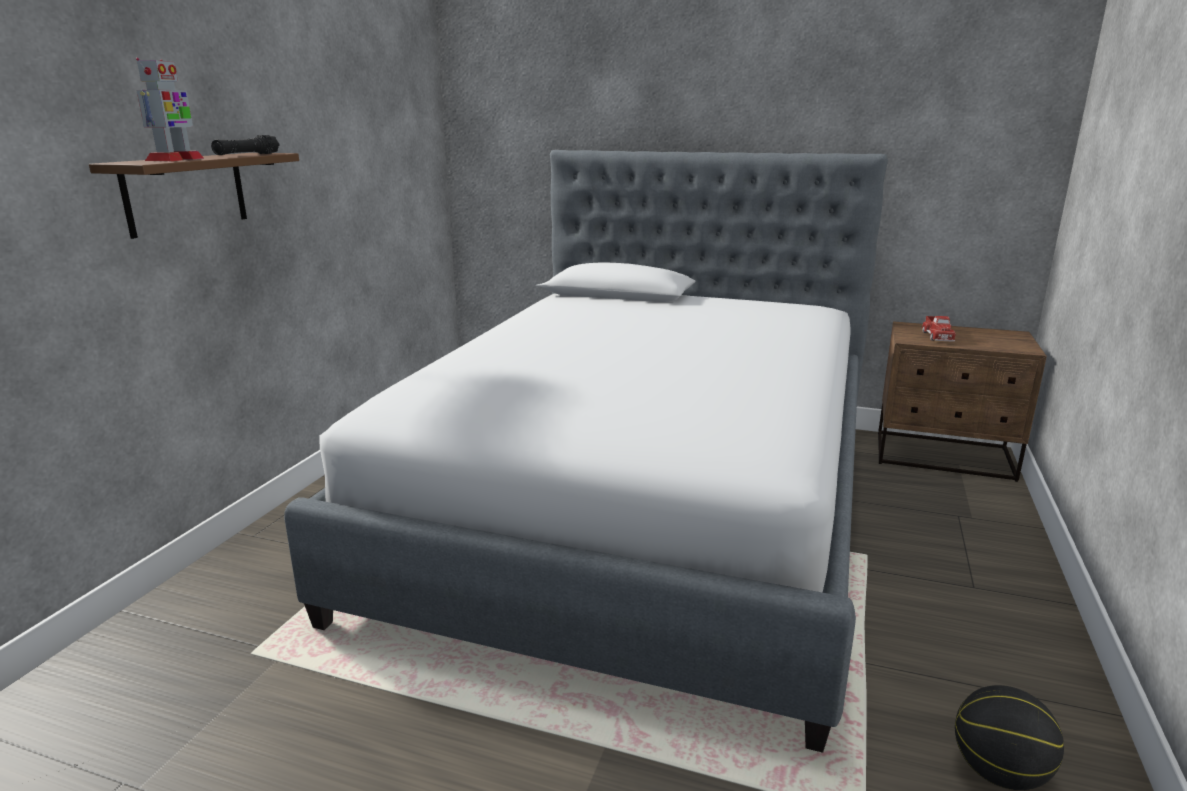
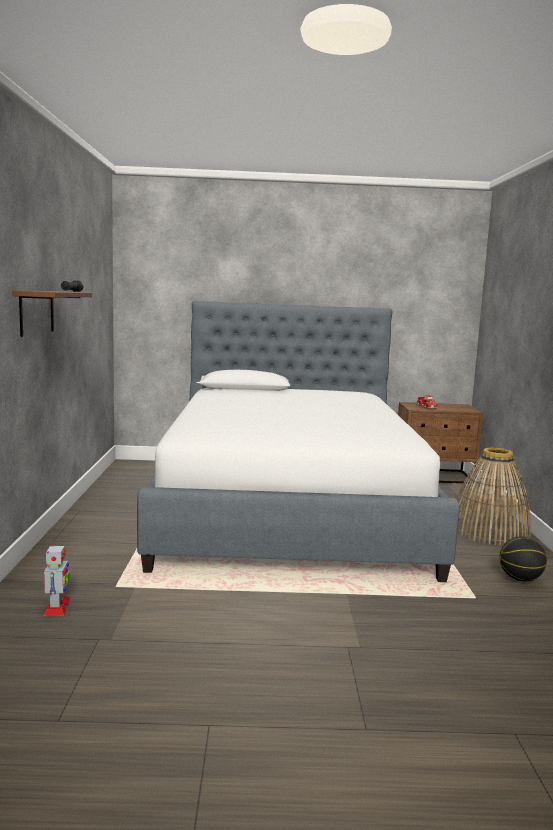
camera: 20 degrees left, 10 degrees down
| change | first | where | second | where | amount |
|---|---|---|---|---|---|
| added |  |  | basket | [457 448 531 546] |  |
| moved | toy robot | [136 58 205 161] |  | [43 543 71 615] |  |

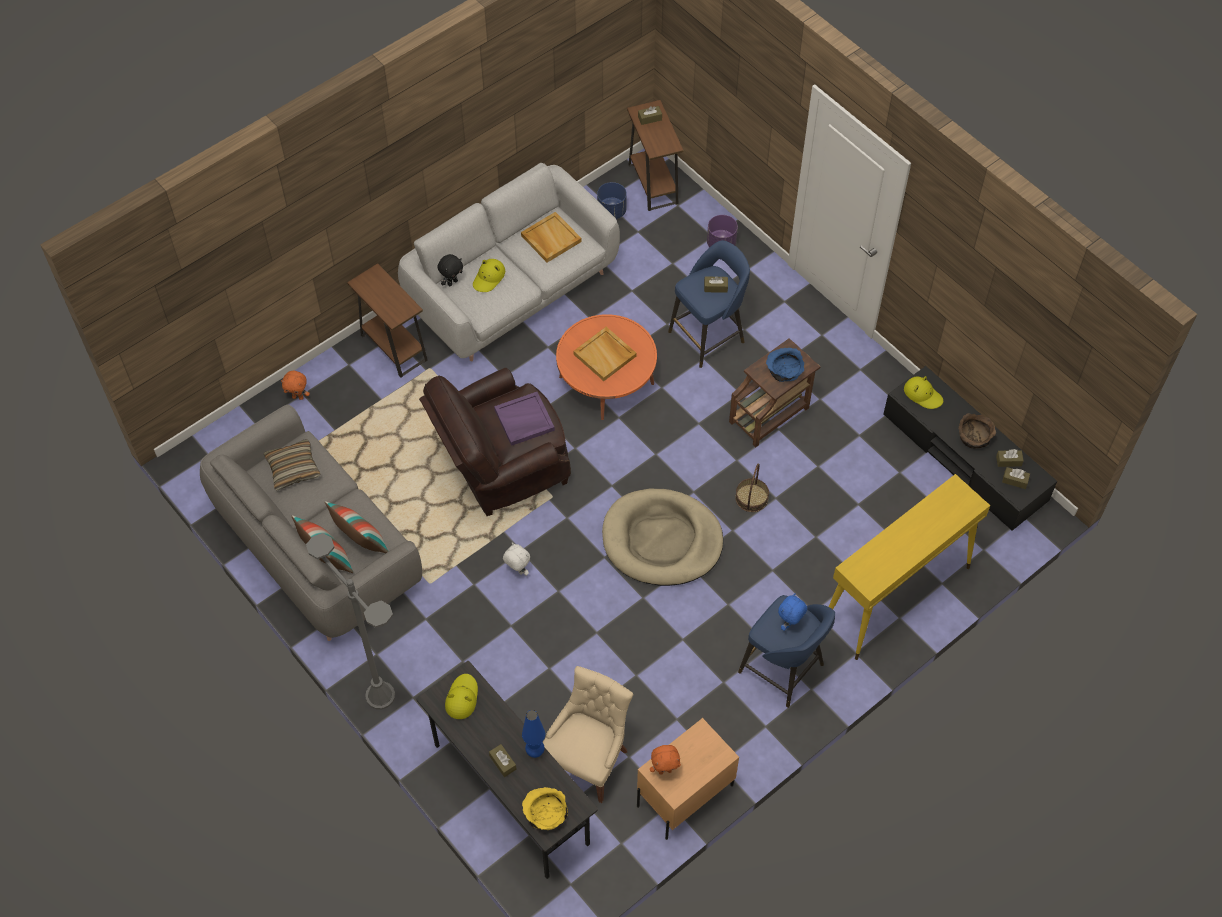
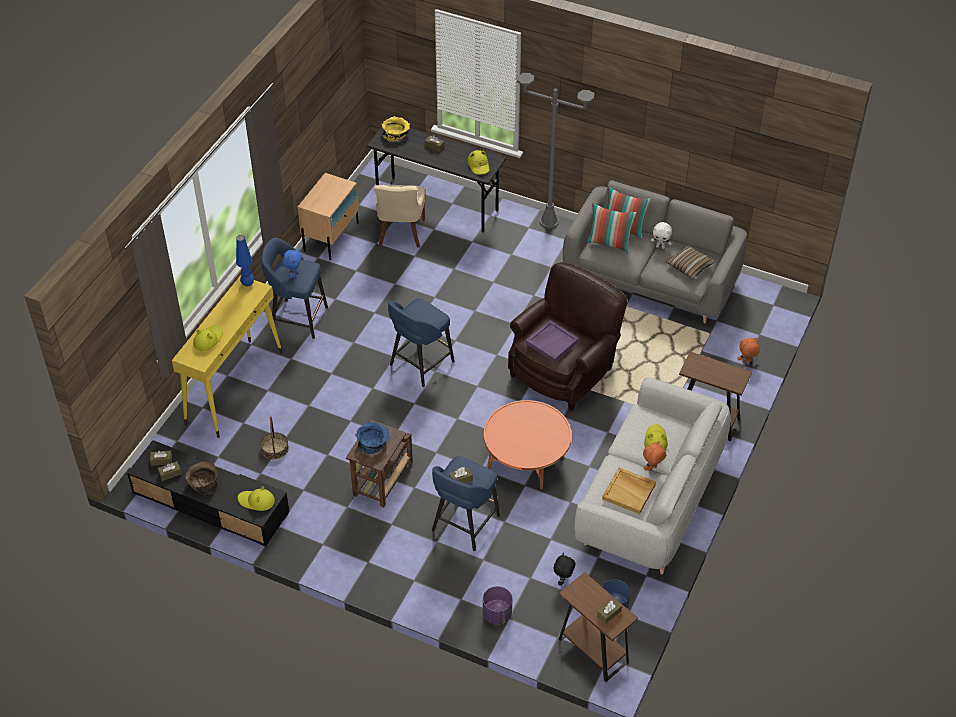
camera: 155 degrees right, 10 degrees down
| change | first | where | second | where | amount |
|---|---|---|---|---|---|
| removed | tray (beige) | [574 327 637 381] |  |  |  |
| added |  |  | hat (yellow) | [193 325 223 351] |  |
| moved | plush toy (black) | [438 254 463 286] |  | [554 553 576 586] |  |
| moved | plush toy (white) | [503 543 530 576] |  | [651 222 672 249] |  |
| moved | table lamp (blue) | [522 710 545 758] |  | [236 235 254 286] |  |
| moved | plush toy (orange) | [650 745 681 775] |  | [643 441 666 471] |  |
| moved | basket | [735 463 769 512] |  | [260 416 289 460] |  |
| replaced | dog bed (beige) | [602 489 723 586] | stool (blue) | [388 298 454 387] |  |

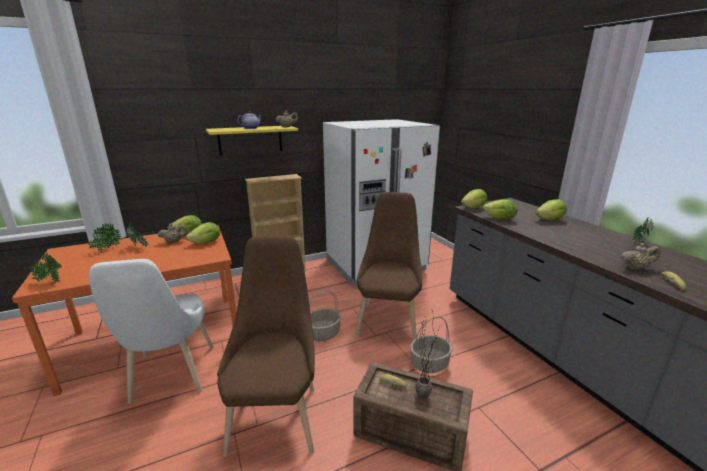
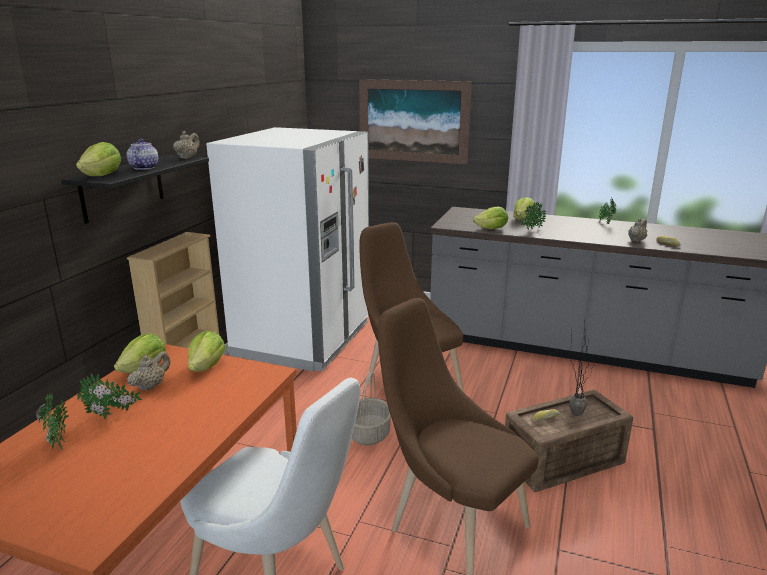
camera: 45 degrees left, 0 degrees up
| change | first | where | second | where | amount |
|---|---|---|---|---|---|
| removed | basket | [410 316 452 373] |  |  |  |
| added |  |  | picture | [359 79 472 164] |  |
| moved | potted plant | [28 252 62 283] |  | [521 201 547 232] |  |
| moved | lettuce | [461 189 487 208] |  | [76 142 121 176] |  |
| recoloured | shelf (yellow) | [206 126 298 155] | shelf (black) | [61 155 209 224] |  |

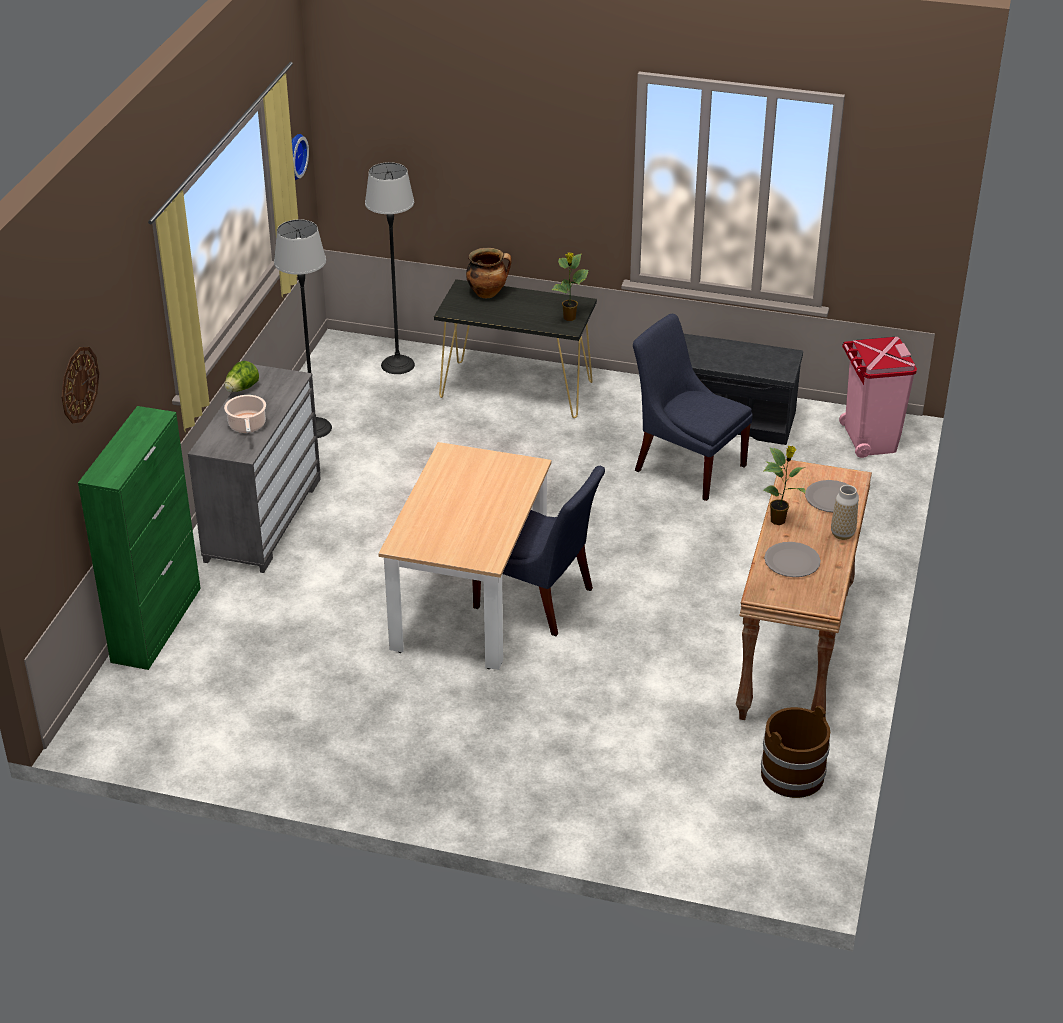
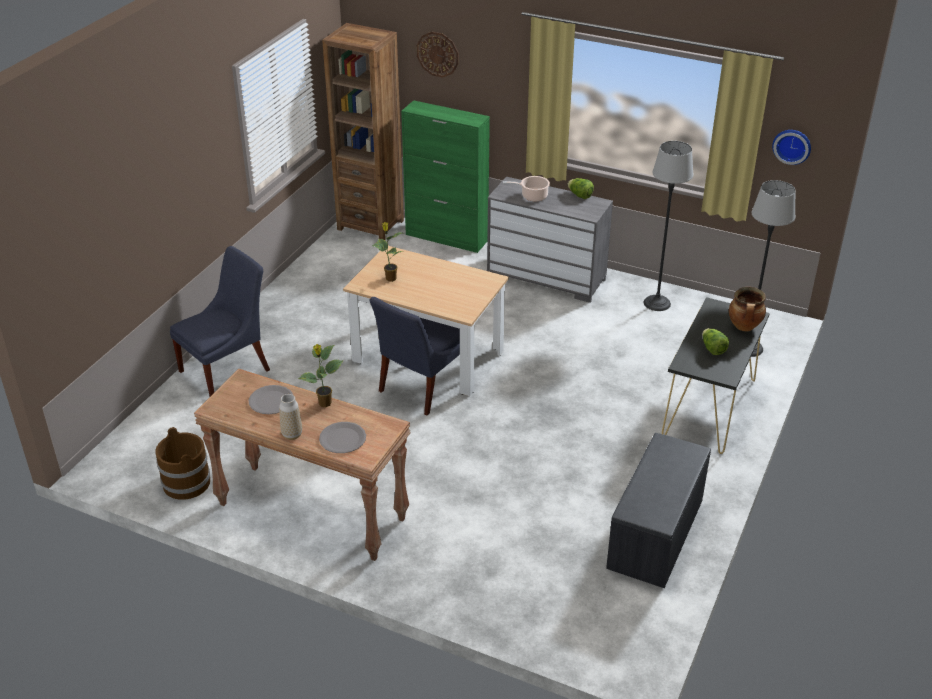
camera: 100 degrees right, 0 degrees up
| change | first | where | second | where | amount |
|---|---|---|---|---|---|
| removed | trash can (pink) | [839 337 917 458] |  |  |  |
| added |  |  | bookcase (brown) | [322 23 404 240] |  |
| added |  |  | lettuce | [702 328 729 355] |  |
| moved | potted plant | [552 253 588 321] |  | [372 222 406 282] |  |
| moved | chair (blue) | [633 313 753 501] |  | [170 246 270 397] |  |

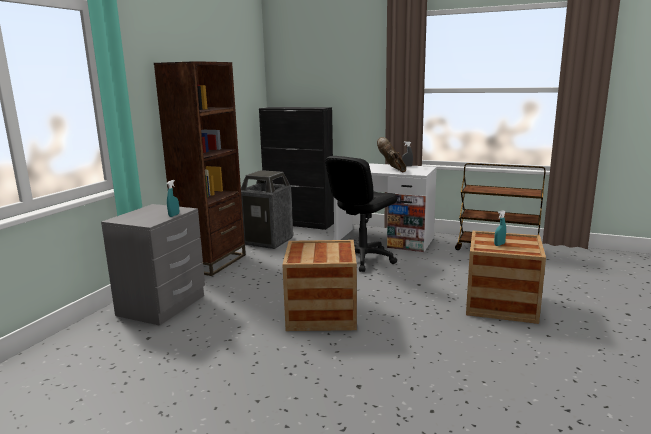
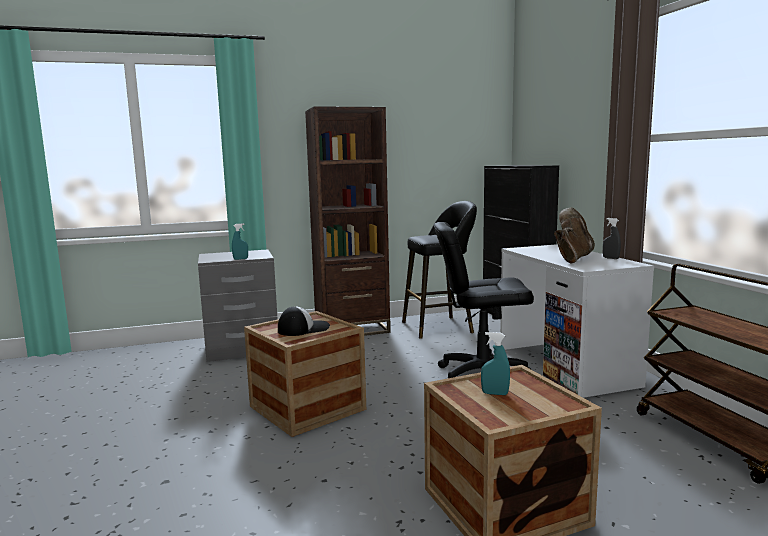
camera: 50 degrees right, 5 degrees down
| change | first | where | second | where | amount |
|---|---|---|---|---|---|
| added |  |  | cap | [278 306 330 336] |  |
| replaced | trash can | [241 170 293 249] | stool (black) | [402 201 477 339] |  |

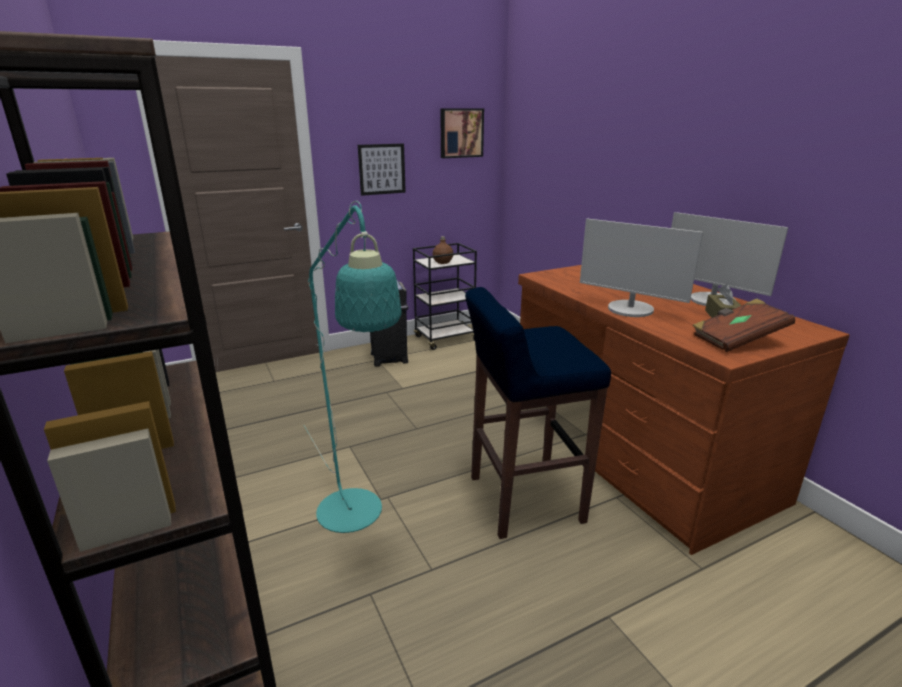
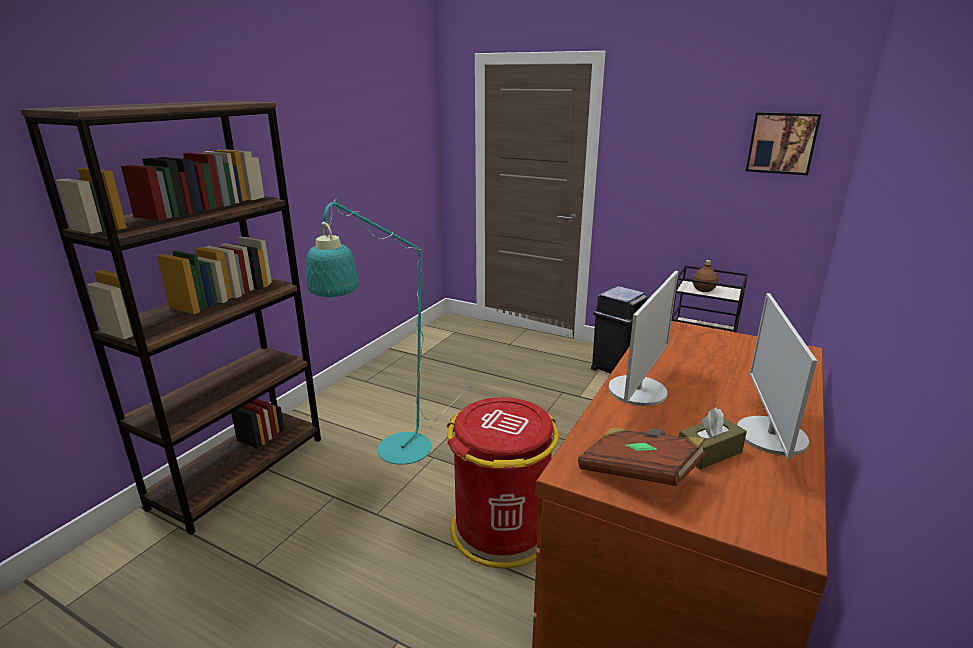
camera: 55 degrees right, 0 degrees up
| change | first | where | second | where | amount |
|---|---|---|---|---|---|
| removed | picture | [358 144 406 196] |  |  |  |
| replaced | stool (blue) | [465 287 611 539] | trash can (red) | [447 397 559 568] |  |
| turned | monitor | [580 219 703 317] |  | [608 271 678 406] | 150 degrees counterclockwise |

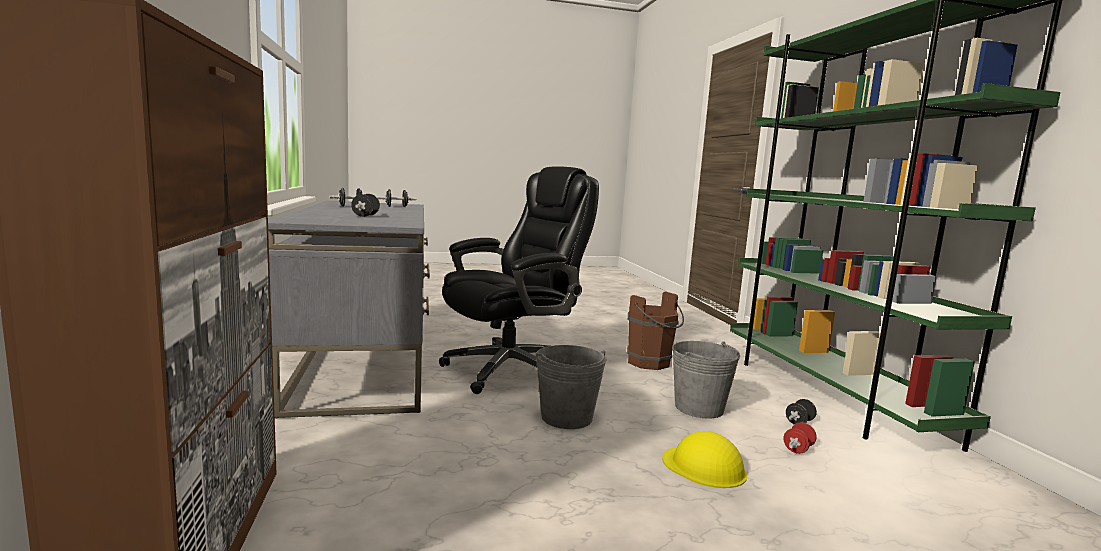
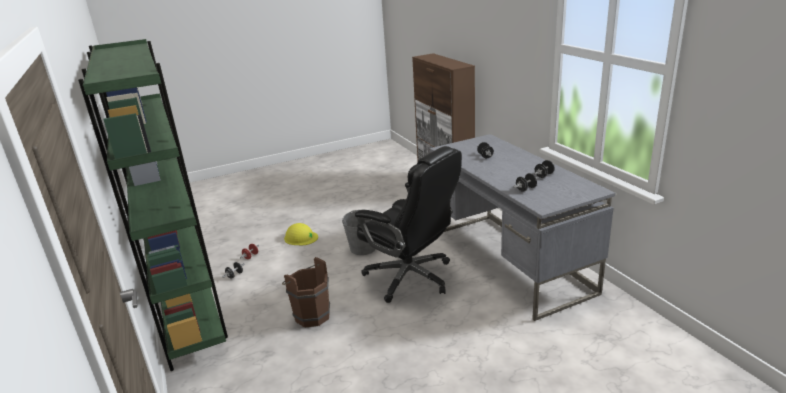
camera: 170 degrees right, 15 degrees up
| change | first | where | second | where | amount |
|---|---|---|---|---|---|
| removed | bucket (grey) | [672 341 740 419] |  |  |  |
| turned | office chair (black) | [439 166 599 394] |  | [355 146 462 303] | 90 degrees counterclockwise |

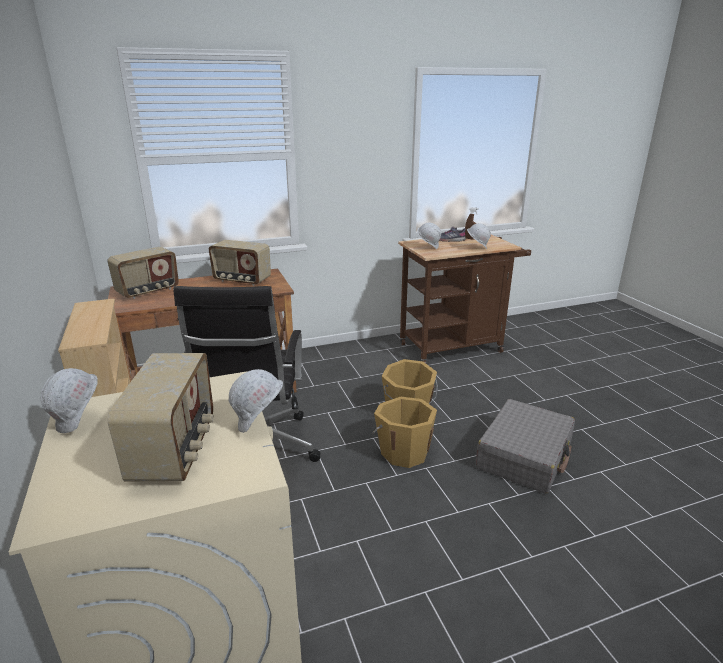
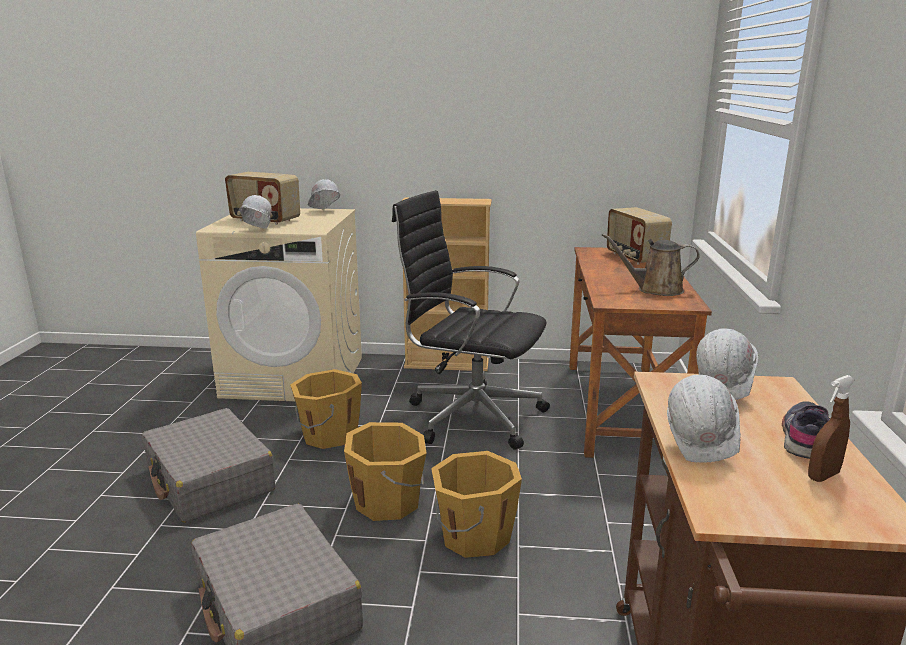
camera: 115 degrees right, 5 degrees down
| change | first | where | second | where | amount |
|---|---|---|---|---|---|
| added |  |  | suitcase (grey) | [142 408 275 523] |  |
| added |  |  | bucket (orange) | [290 369 362 449] |  |
| replaced | radio | [209 240 271 286] | watering can (brown) | [602 233 700 296] |  |

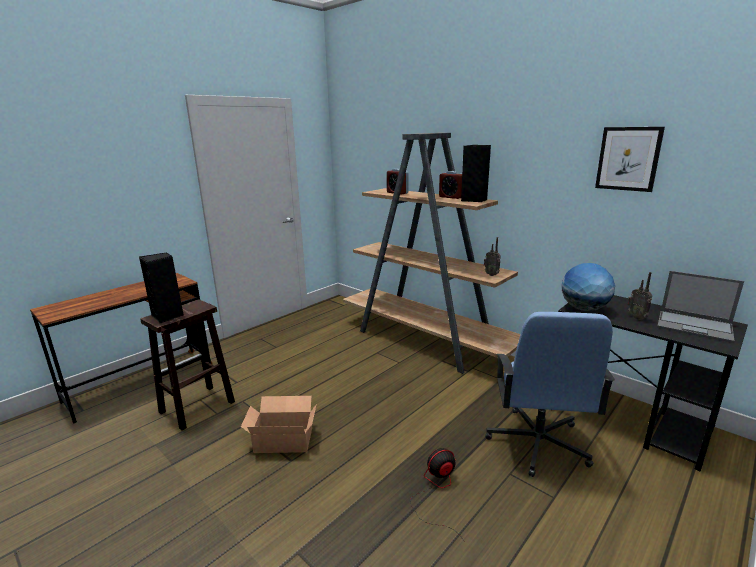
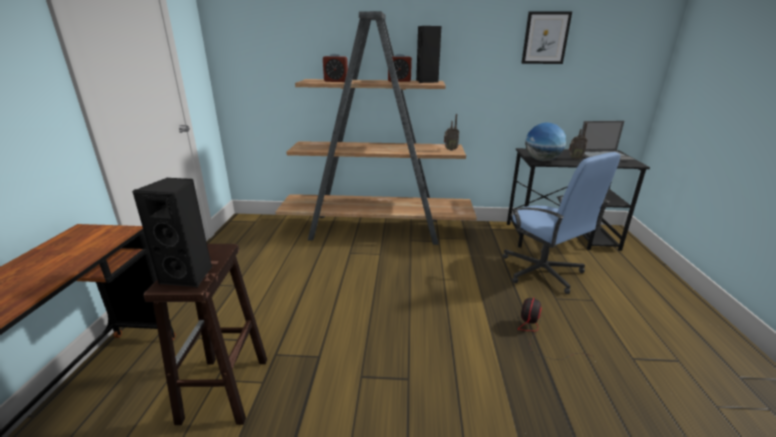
camera: 40 degrees left, 5 degrees up
| change | first | where | second | where | amount |
|---|---|---|---|---|---|
| removed | cardboard box | [241 396 316 453] |  |  |  |

